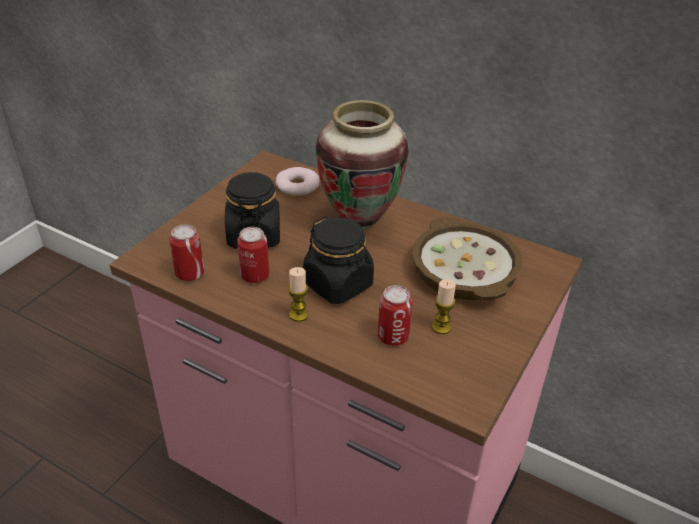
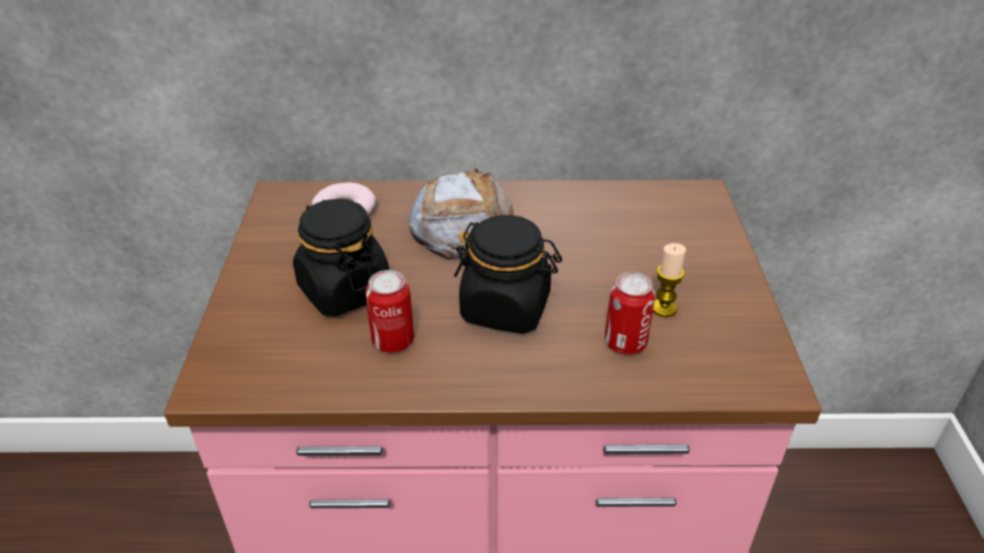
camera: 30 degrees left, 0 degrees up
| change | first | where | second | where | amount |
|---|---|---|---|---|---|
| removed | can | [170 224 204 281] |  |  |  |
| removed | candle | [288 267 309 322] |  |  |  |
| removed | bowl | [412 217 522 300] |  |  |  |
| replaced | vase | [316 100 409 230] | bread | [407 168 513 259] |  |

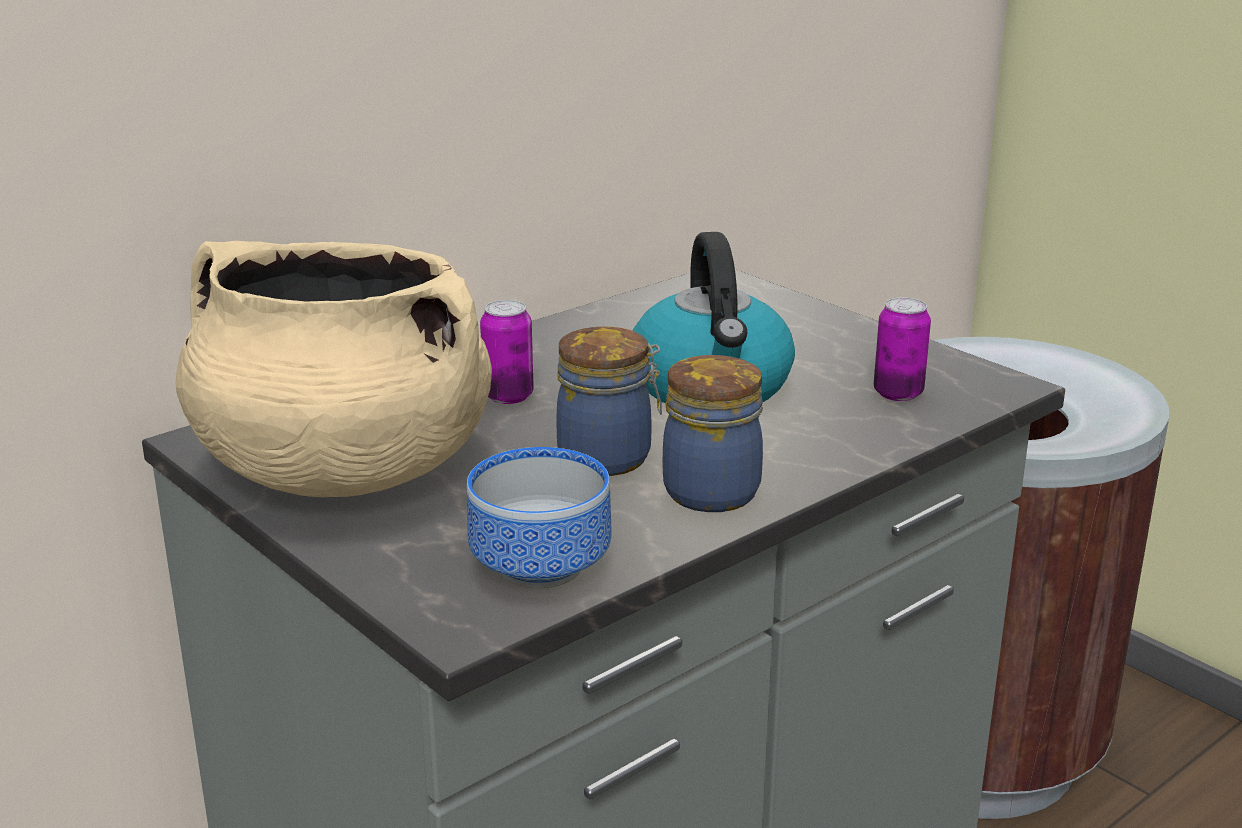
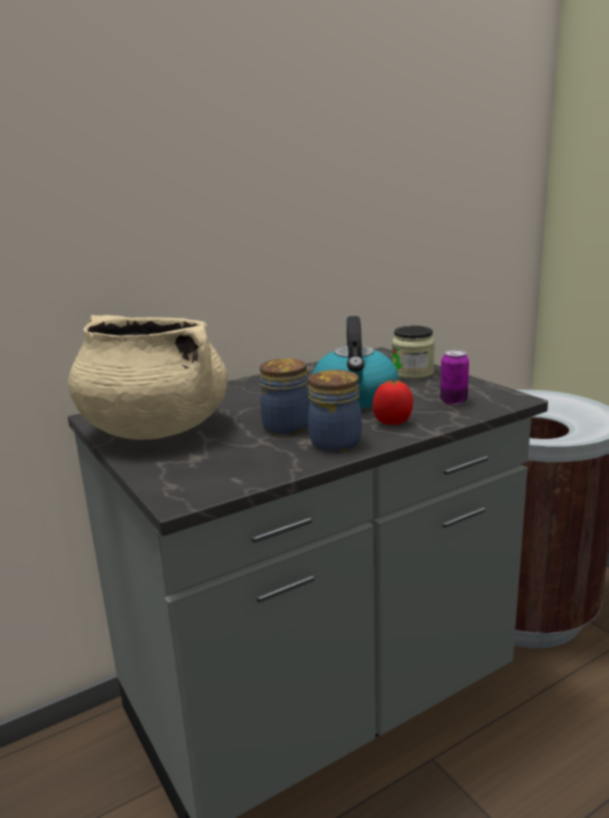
camera: 10 degrees right, 5 degrees down
| change | first | where | second | where | amount |
|---|---|---|---|---|---|
| removed | bowl | [467 447 612 588] |  |  |  |
| removed | can | [480 300 534 404] |  |  |  |
| added |  |  | tomato | [373 380 413 425] |  |
| added |  |  | jar | [392 326 435 379] |  |

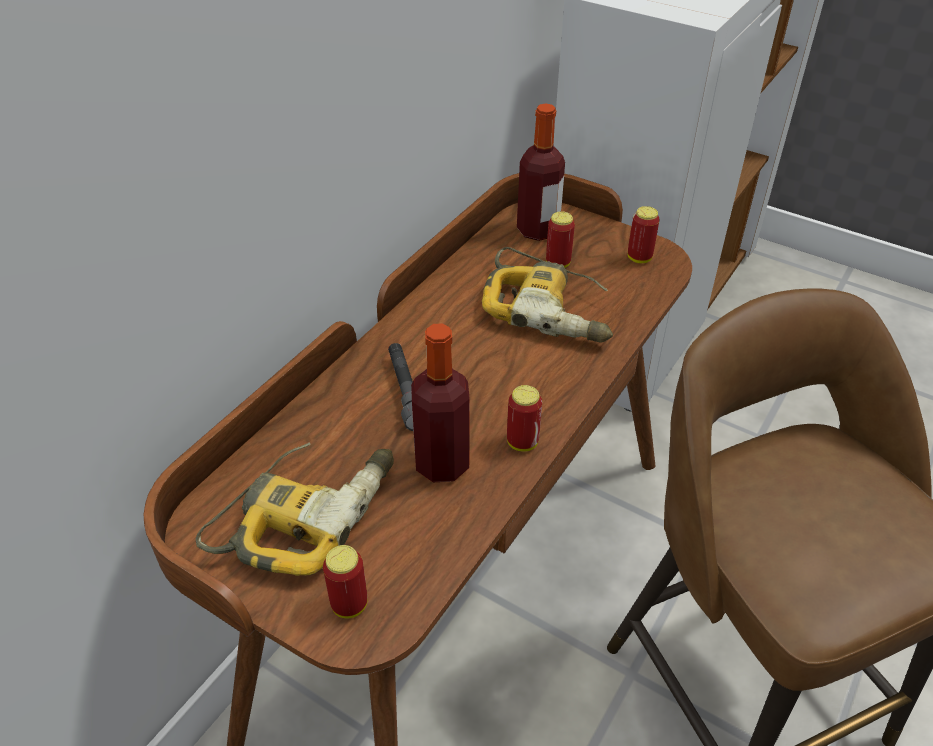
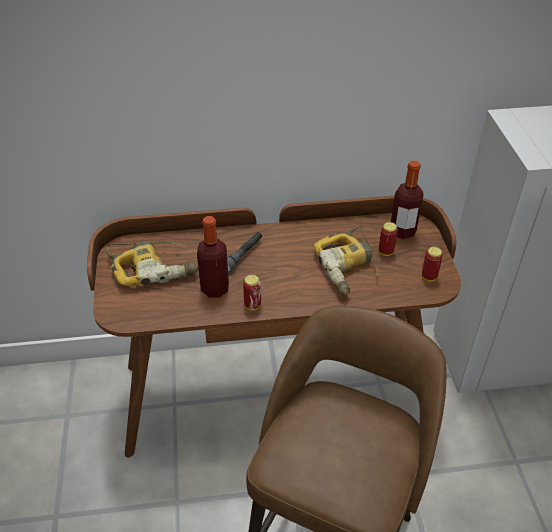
camera: 50 degrees right, 0 degrees up
| change | first | where | second | where | amount |
|---|---|---|---|---|---|
| removed | can | [323 545 368 618] |  |  |  |

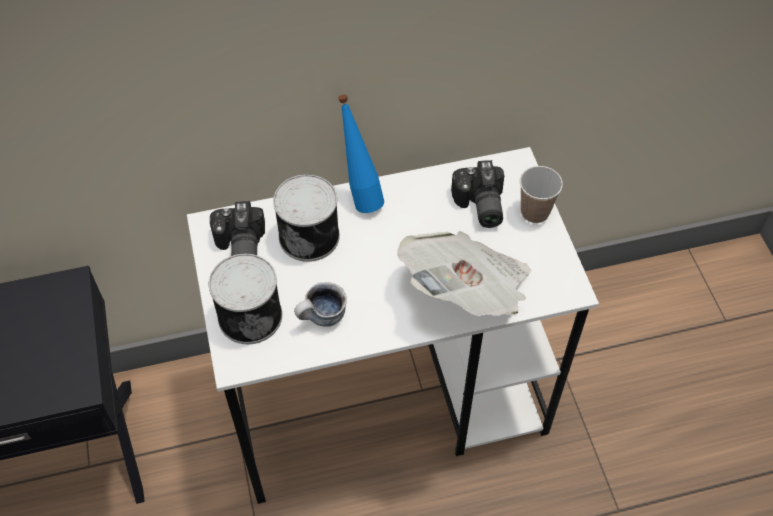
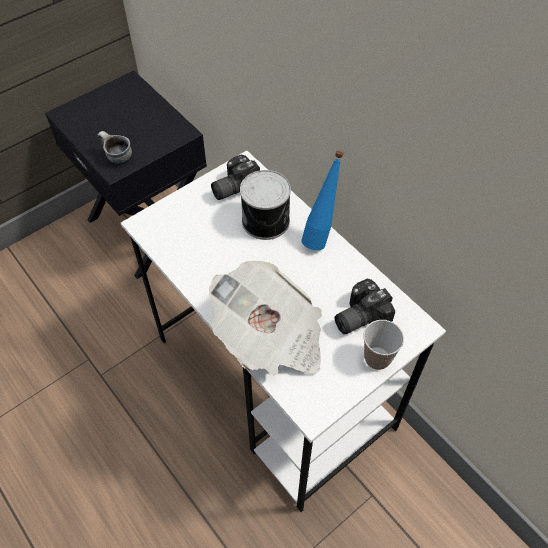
camera: 65 degrees right, 0 degrees up
| change | first | where | second | where | amount |
|---|---|---|---|---|---|
| removed | can | [209 254 282 344] |  |  |  |
| moved | mug | [294 282 347 327] |  | [97 131 132 164] |  |

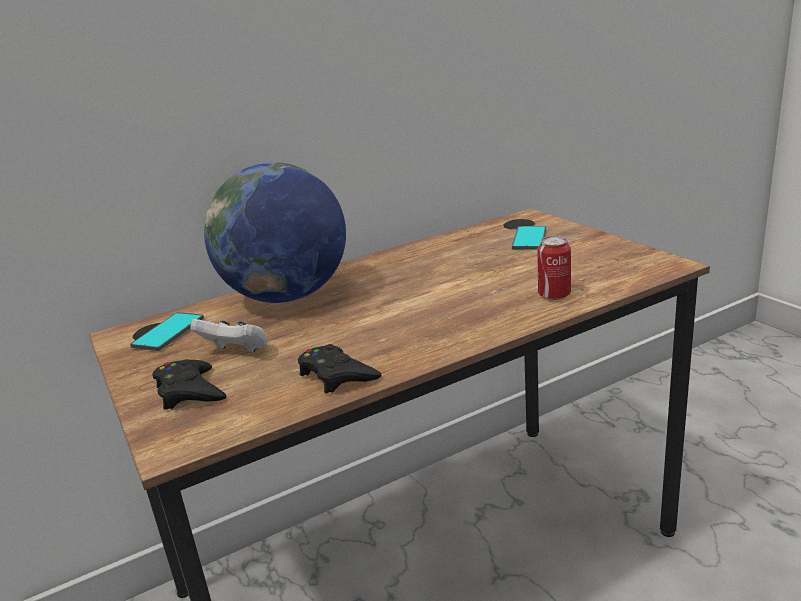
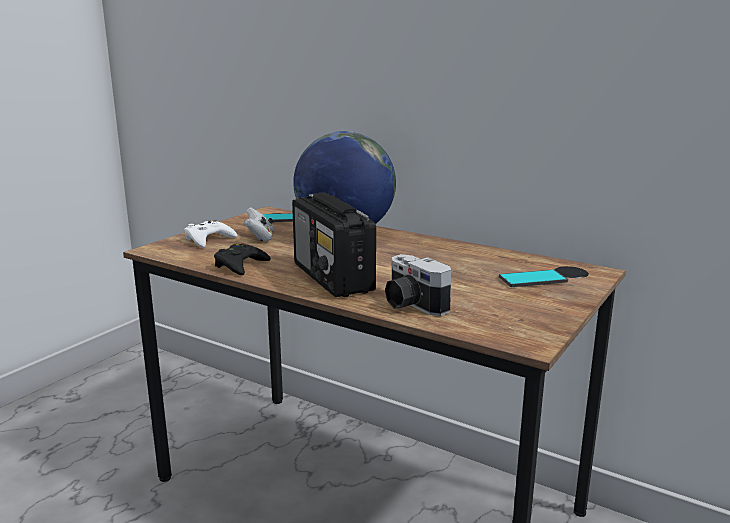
camera: 60 degrees right, 5 degrees down
| change | first | where | second | where | amount |
|---|---|---|---|---|---|
| added |  |  | radio | [292 193 376 297] |  |
| replaced | can | [538 236 571 300] | photo camera | [385 254 451 316] |  |
| recoloured | game controller (black) | [153 359 227 410] | game controller (white) | [184 220 237 248] |  |

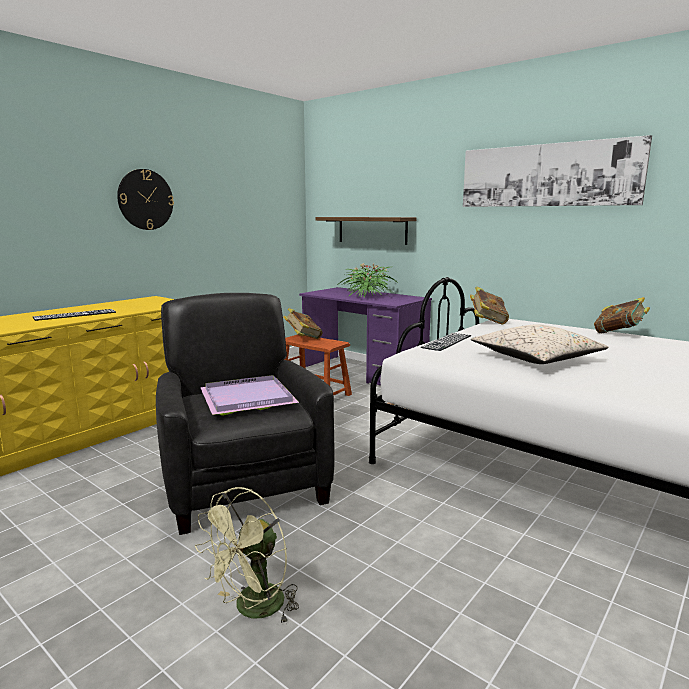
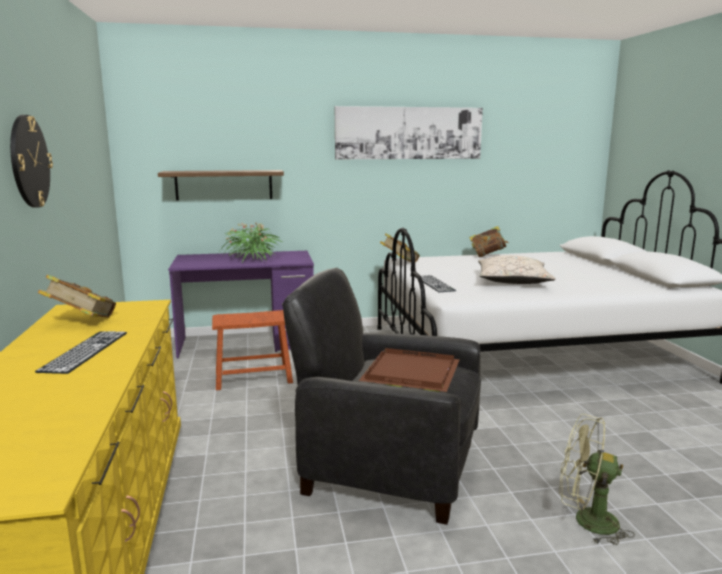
camera: 50 degrees left, 0 degrees up
| change | first | where | second | where | amount |
|---|---|---|---|---|---|
| moved | book | [283 308 322 339] |  | [38 274 116 318] |  |
| recoloured | tray (purple) | [200 375 299 416] | tray (brown) | [359 348 460 392] |  |
| turned | fan (green) | [195 487 299 624] |  | [559 414 635 545] | 120 degrees clockwise |

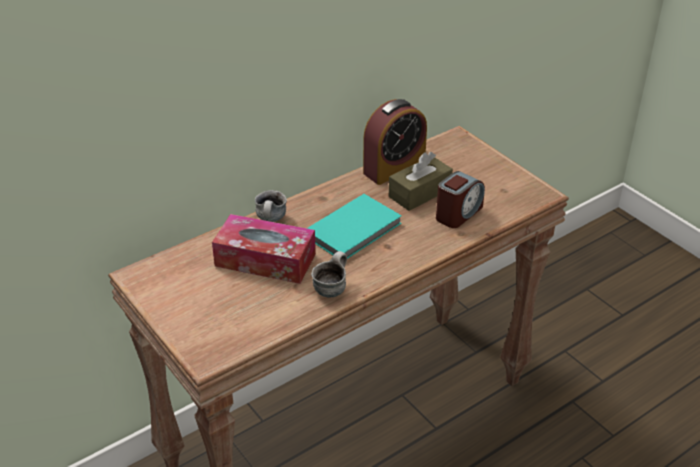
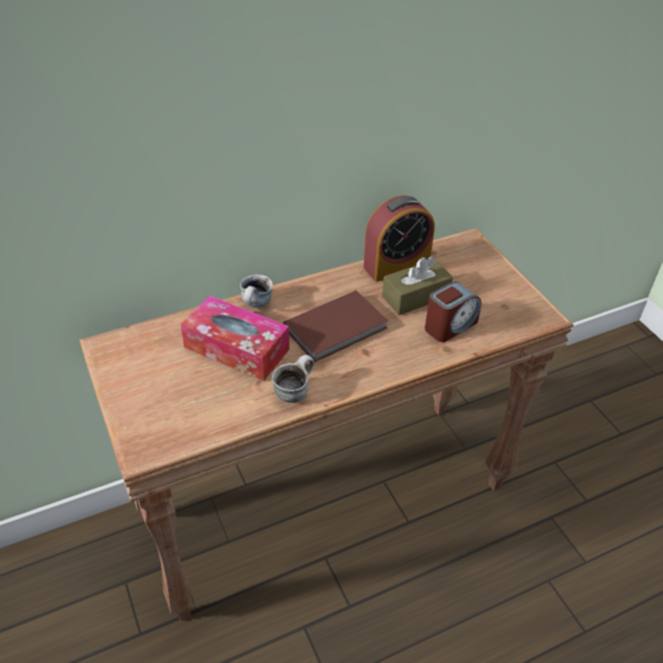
camera: 10 degrees right, 5 degrees up
| change | first | where | second | where | amount |
|---|---|---|---|---|---|
| recoloured | book (turquoise) | [307 194 402 259] | book (brown) | [283 290 388 363] |  |

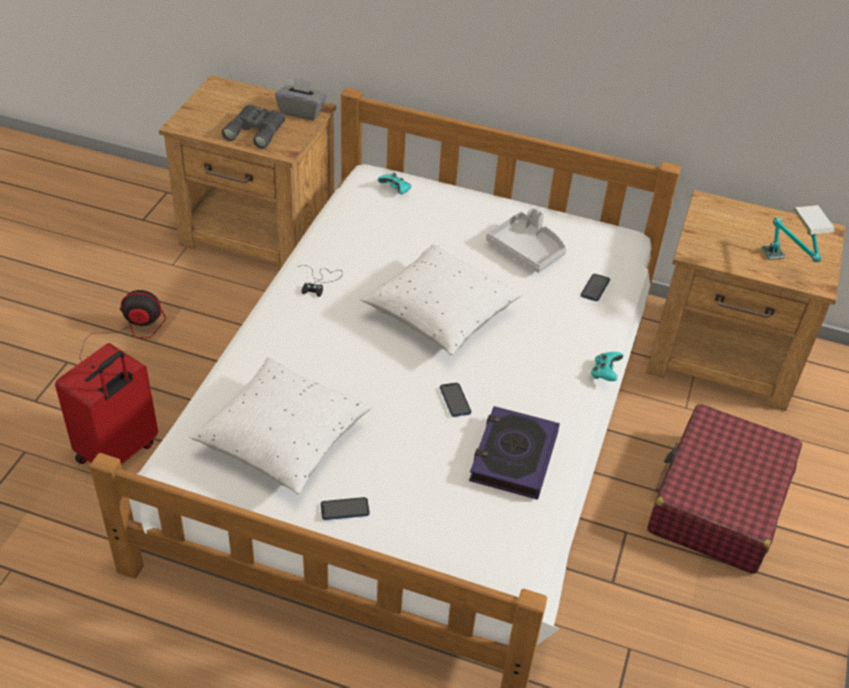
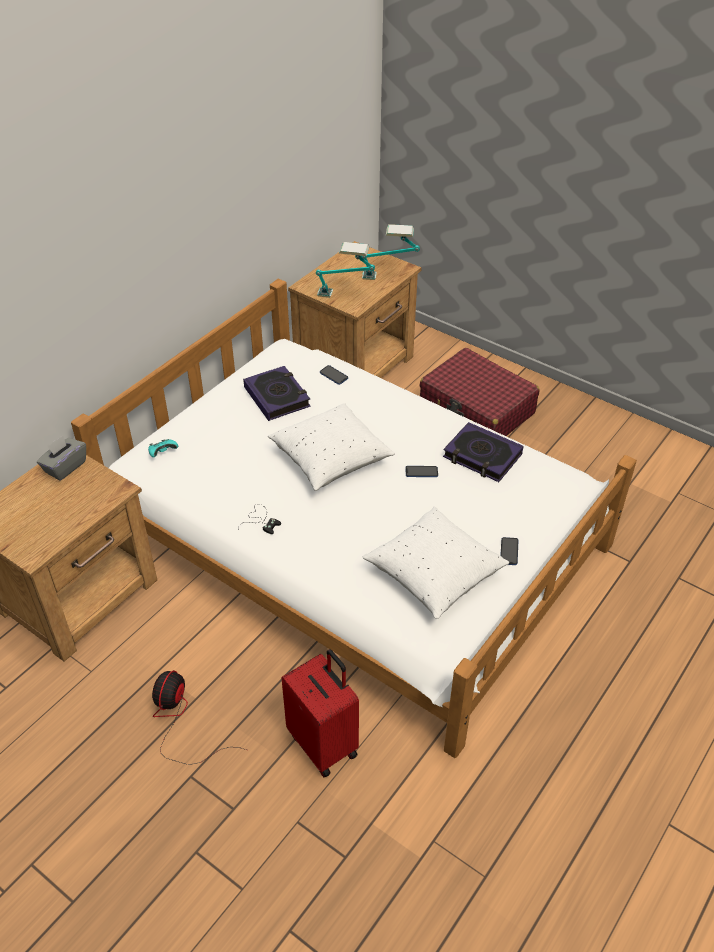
camera: 70 degrees left, 0 degrees up
| change | first | where | second | where | amount |
|---|---|---|---|---|---|
| removed | binoculars (grey) | [222 105 285 149] |  |  |  |
| removed | game controller (turquoise) | [591 352 624 381] |  |  |  |
| added |  |  | table lamp | [316 242 375 298] |  |
| replaced | tray (grey) | [486 208 567 273] | book | [243 366 311 421] |  |

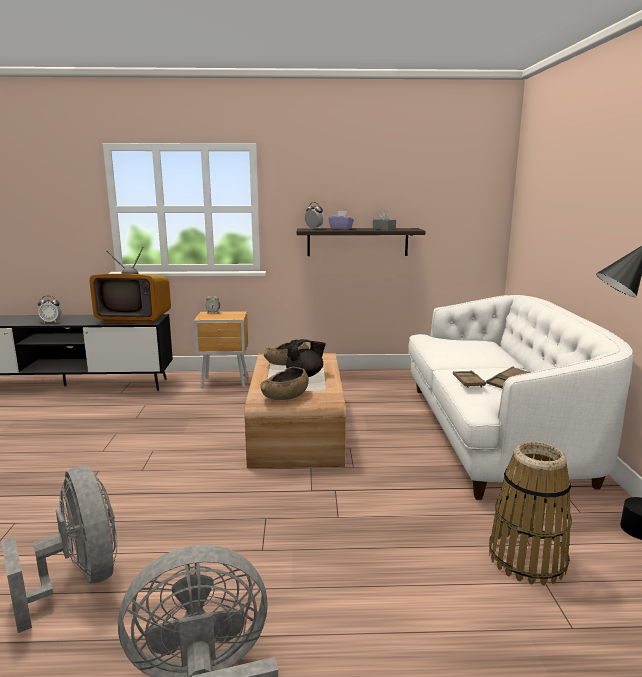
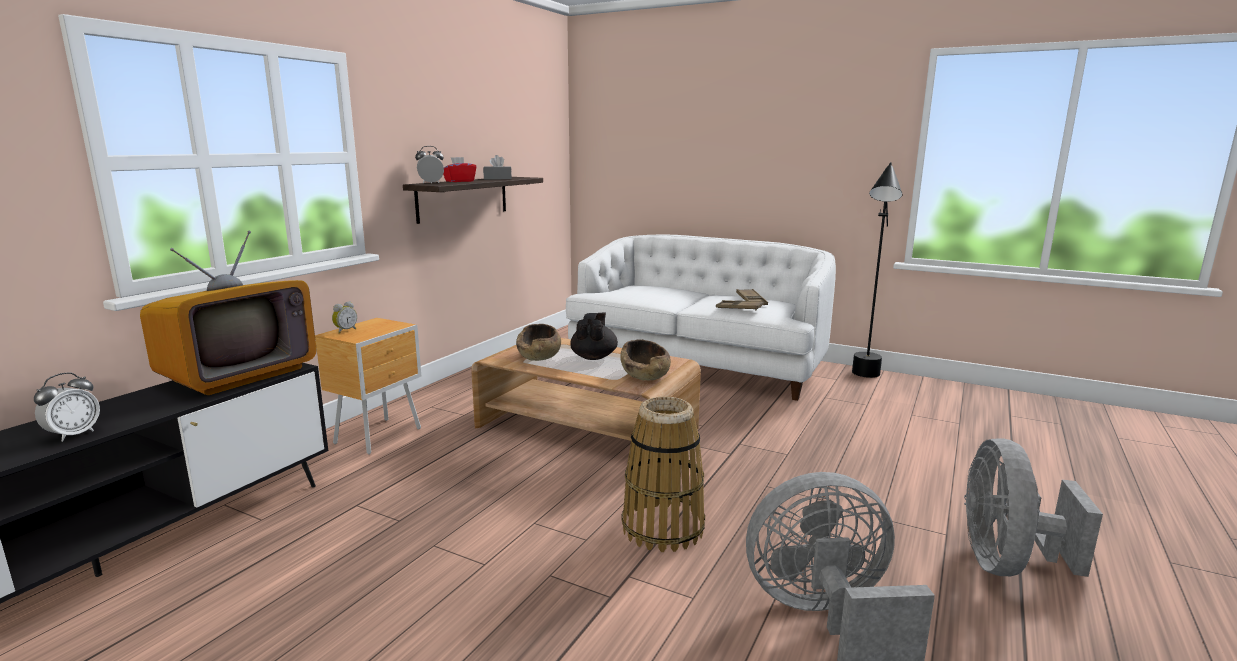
camera: 60 degrees left, 0 degrees up
| change | first | where | second | where | amount |
|---|---|---|---|---|---|
| moved | basket | [489 442 572 585] |  | [622 396 705 552] |  |
| recoloured | tissue box (purple) | [328 211 354 230] | tissue box (red) | [443 157 476 182] |  |

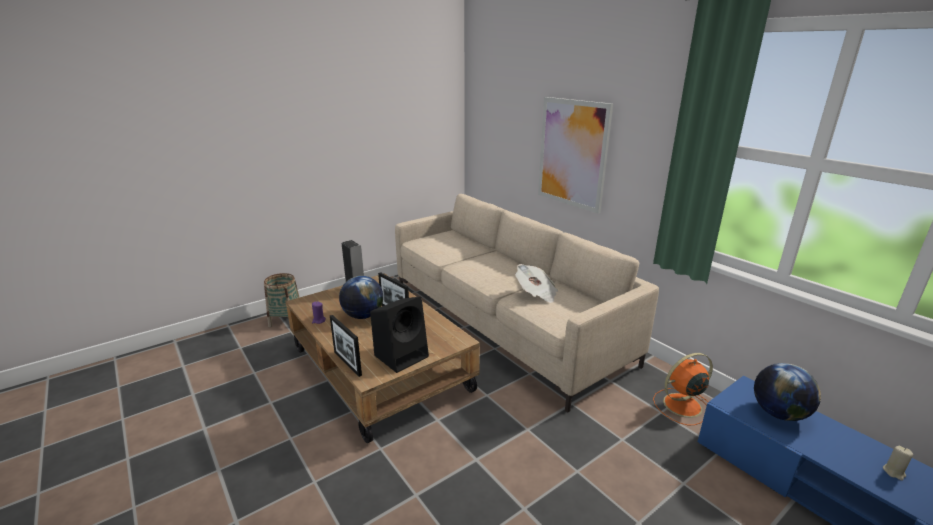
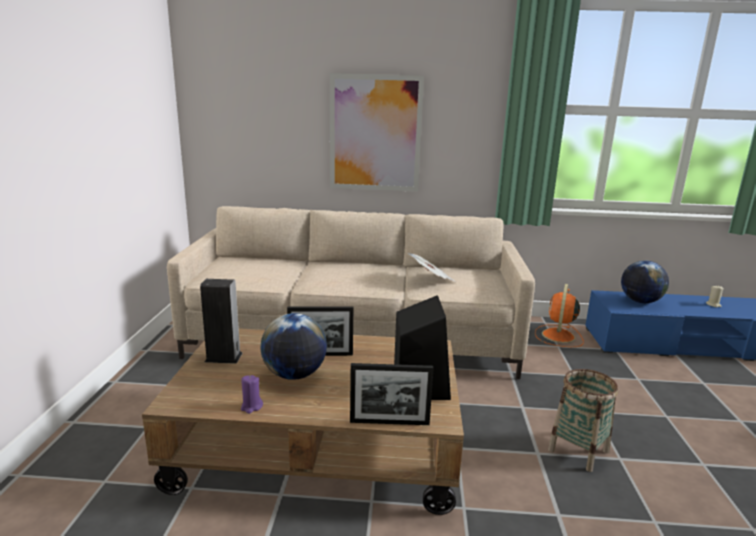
camera: 50 degrees left, 5 degrees down
| change | first | where | second | where | amount |
|---|---|---|---|---|---|
| moved | basket | [264 273 300 327] |  | [548 369 618 472] |  |

